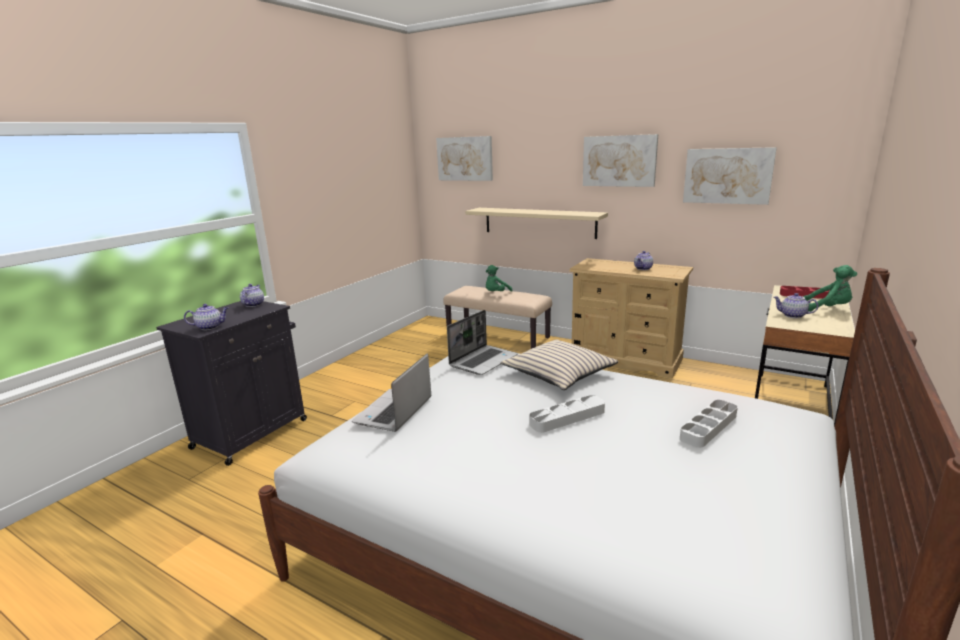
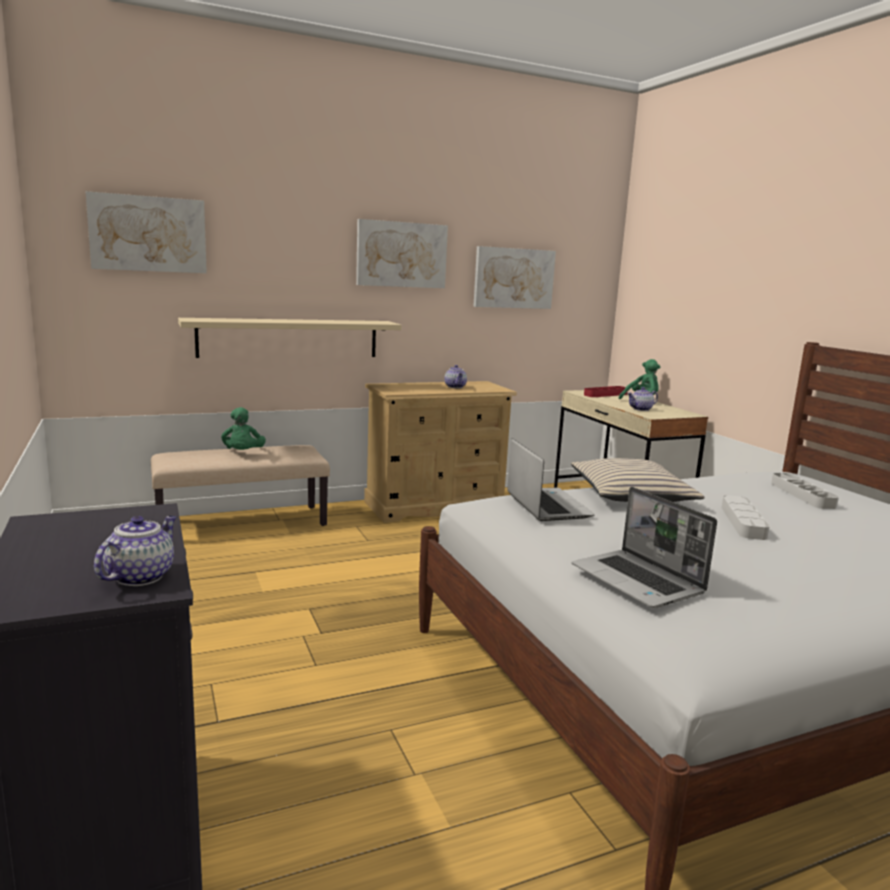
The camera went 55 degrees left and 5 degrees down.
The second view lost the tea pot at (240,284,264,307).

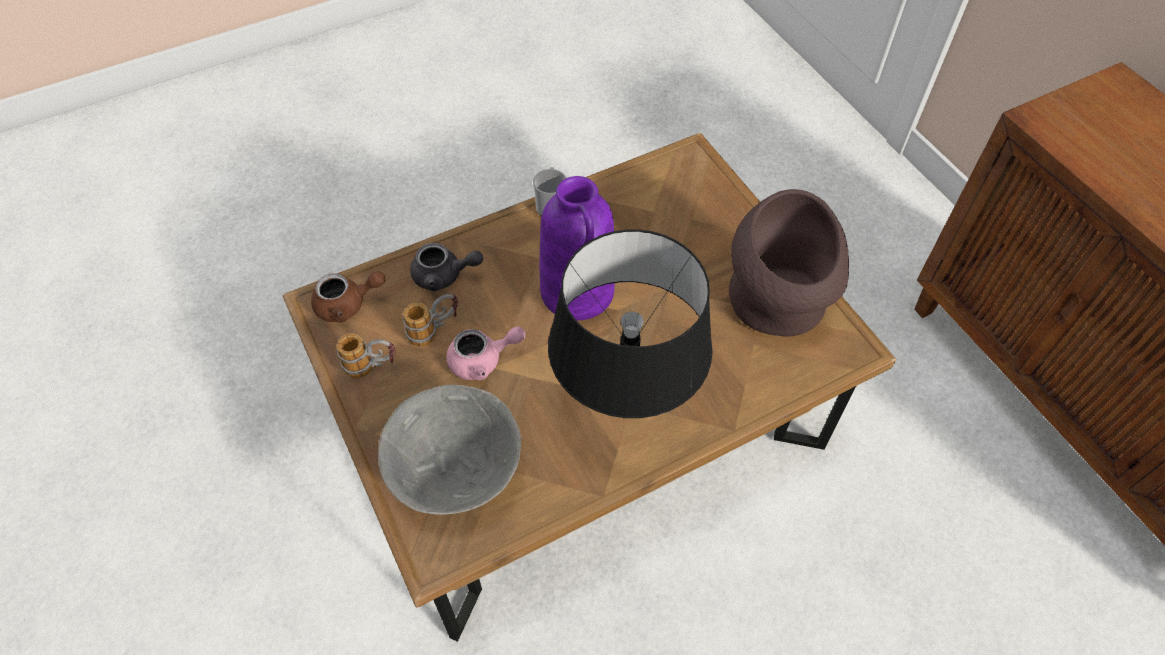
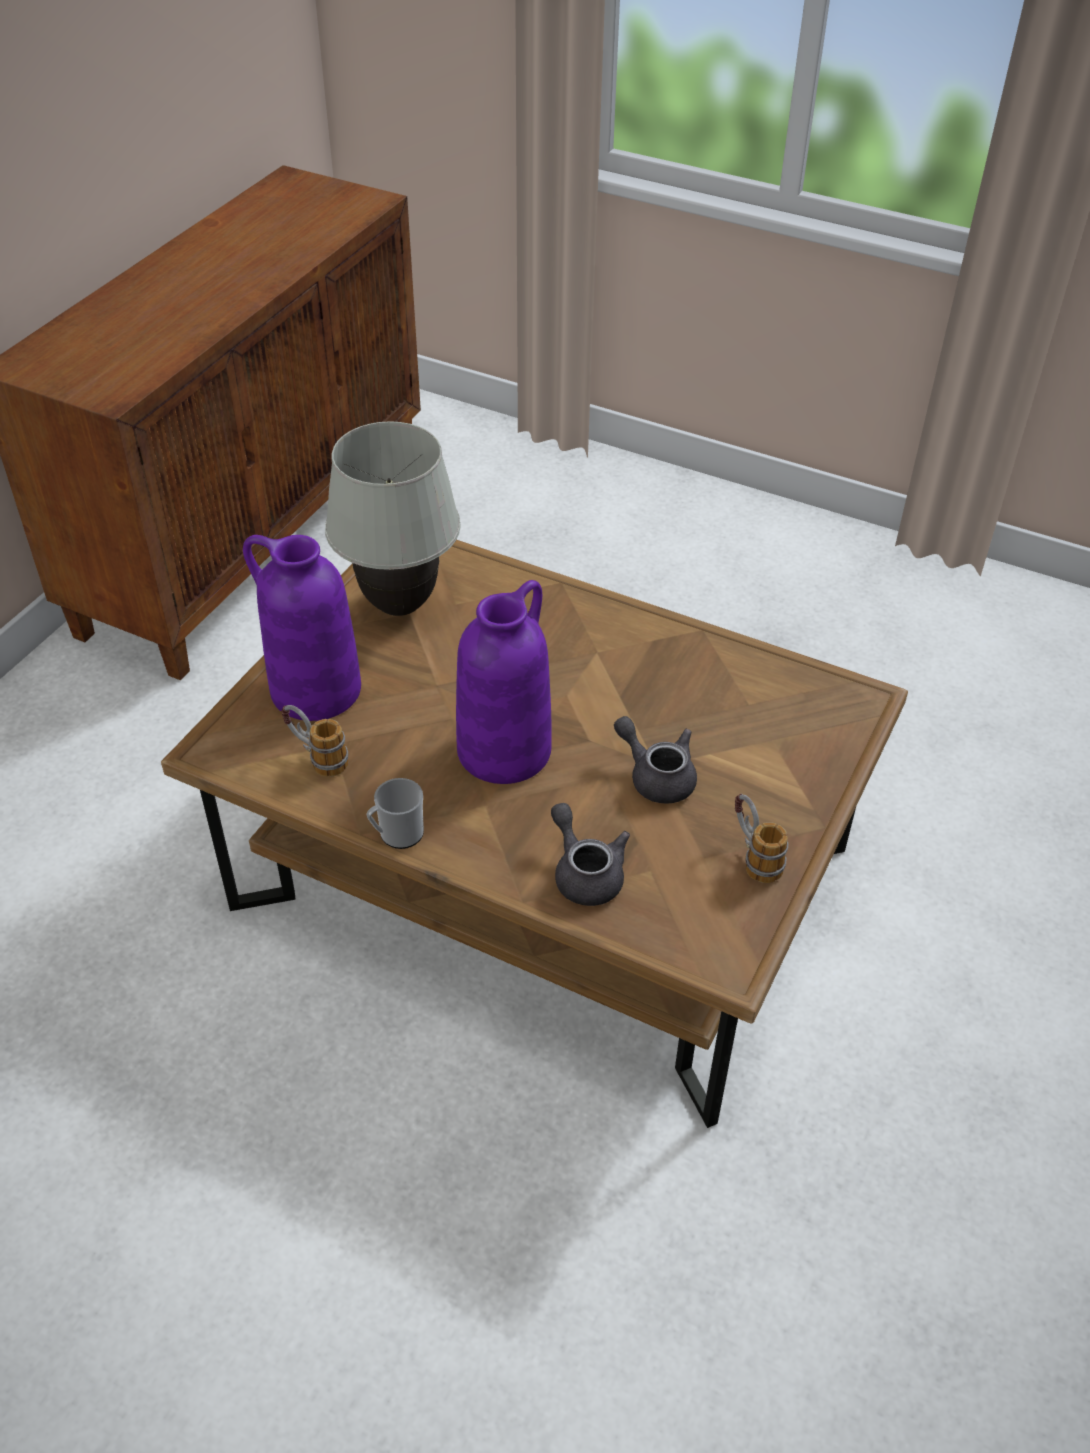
The camera went 125 degrees left and 10 degrees down.
The second view lost the tea pot (brown-coloured) at (311,271,386,322).
The second view lost the deep dish (greyish) at (378,385,521,515).
The second view lost the table lamp (black) at (548,229,713,419).
The second view gained the flower vase (purplish) at (243,535,361,721).
The coffee mug ended up elsewhere, having gone from (403,294,458,347) to (281,705,348,777).
Where the flower vase (brown-coloured) stood at (729,189,849,336), the table lamp (whitish) came to stand at (325,421,461,616).
What was the tea pot (pinkish) at (446,326,526,380) turned into the tea pot (greyish) at (614,716,697,804).

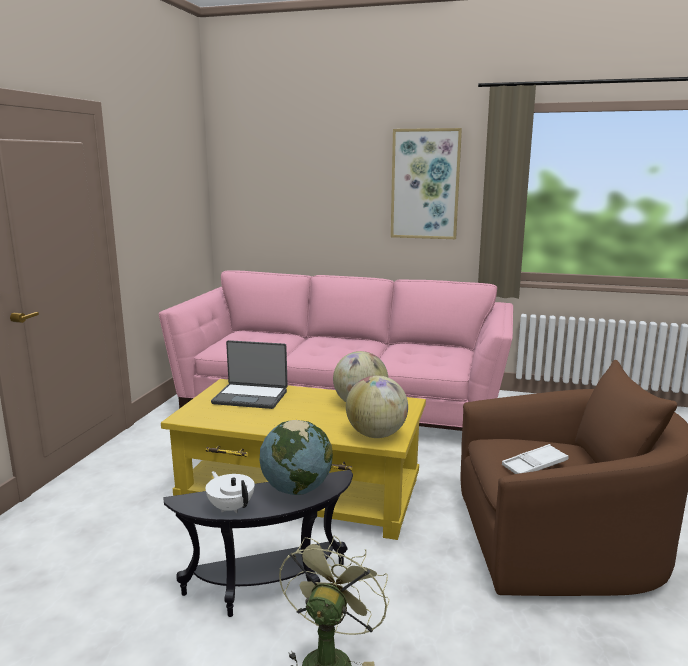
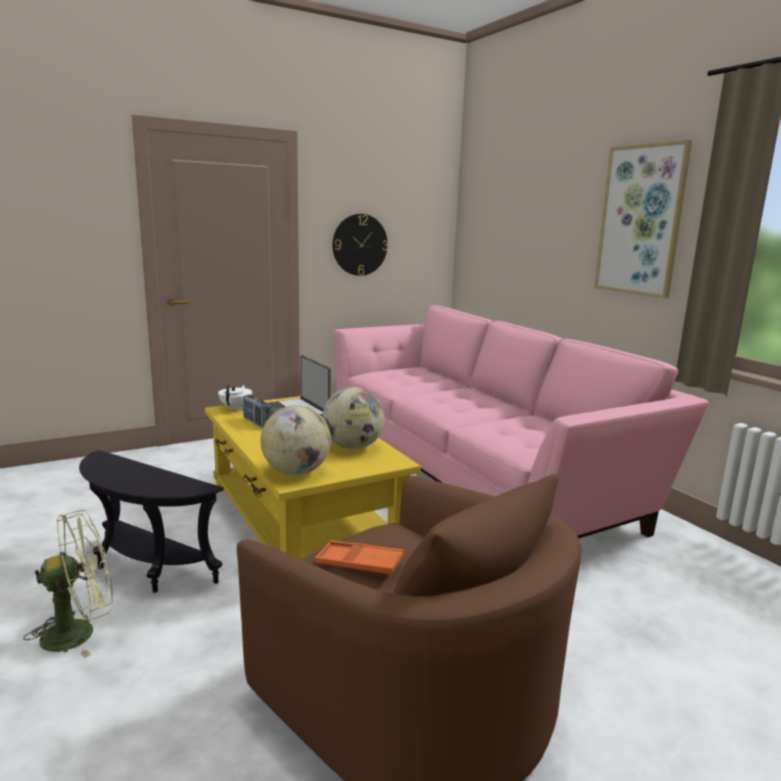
The camera went 45 degrees right and 0 degrees up.
The second view lost the globe at (259,420,333,495).
The second view gained the radio receiver at (243,395,272,428).
The second view gained the clock on the wall at (332,214,388,276).
The tea pot (whitish) ended up elsewhere, having gone from (205,471,254,513) to (218,385,252,411).
What was the serving tray (whitish) at (502,444,569,474) turned into the serving tray (orange) at (315,540,404,574).

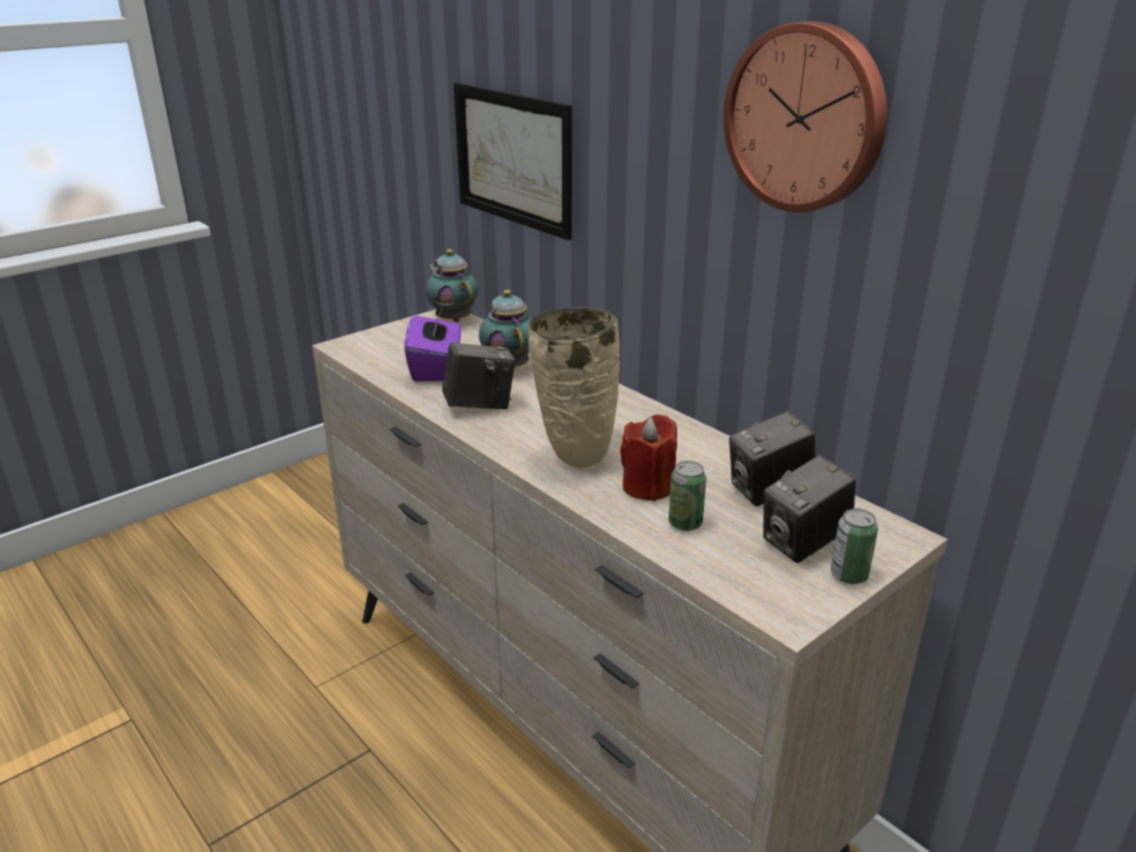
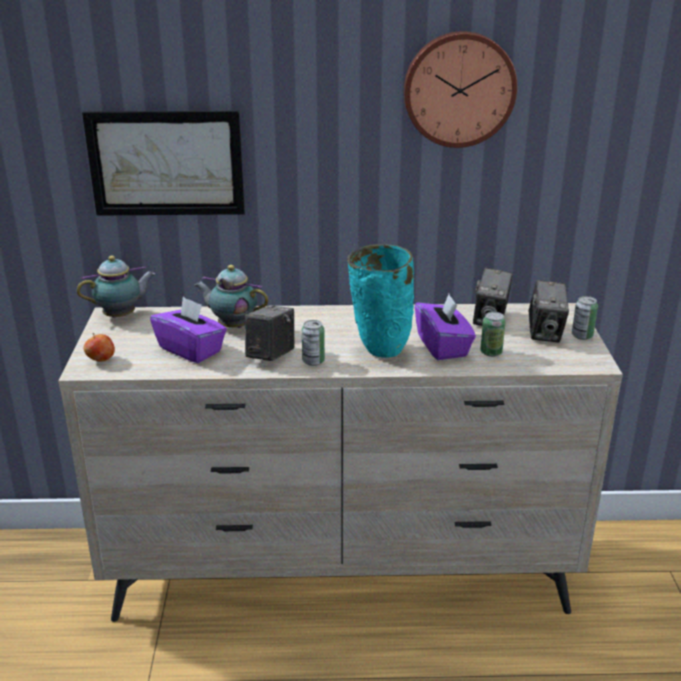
The camera went 50 degrees left and 0 degrees up.
The second view gained the apple at (84,333,115,362).
The second view gained the metal can at (302,320,325,366).
Where the wax light (red-coloured) stood at (620,414,677,501), the tissue holder (purplish) came to stand at (415,294,476,360).
What was the flower vase (beige) at (528,306,620,467) turned into the flower vase (turquoise-coloured) at (347,244,414,358).
The tea pot at (425,249,478,322) ended up facing another way, 150 degrees clockwise from before.

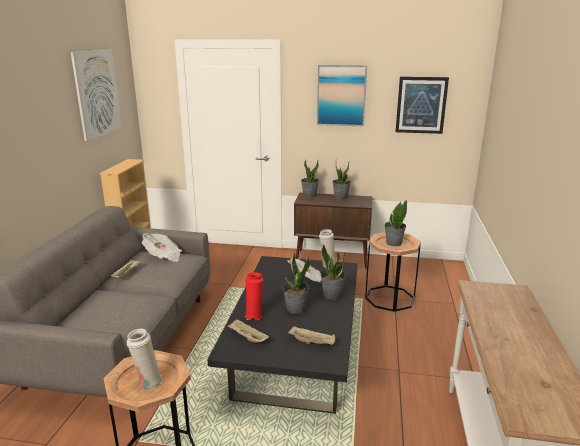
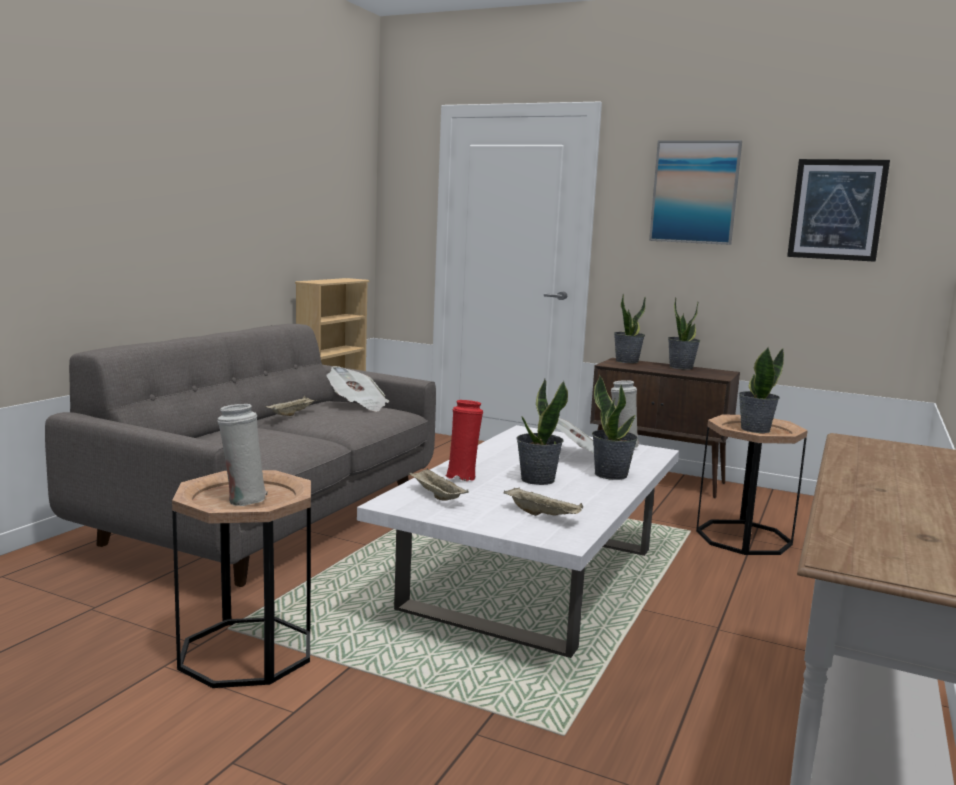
The camera went 15 degrees right and 10 degrees down.
The second view lost the wall art at (71,50,122,141).
What was the low table (black) at (207,256,358,414) turned into the low table (whitish) at (357,425,679,658).

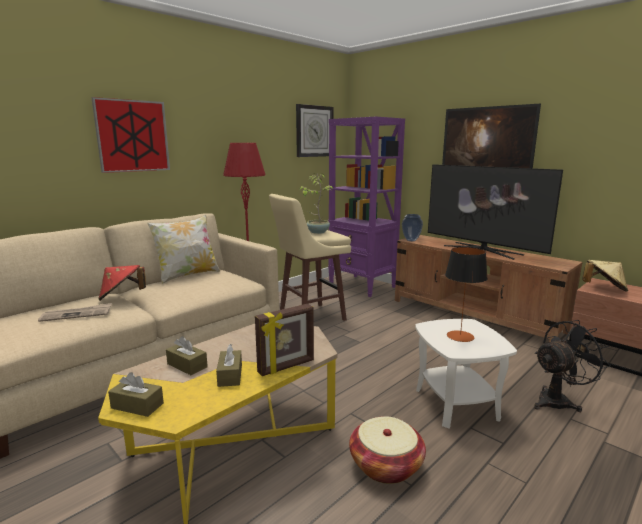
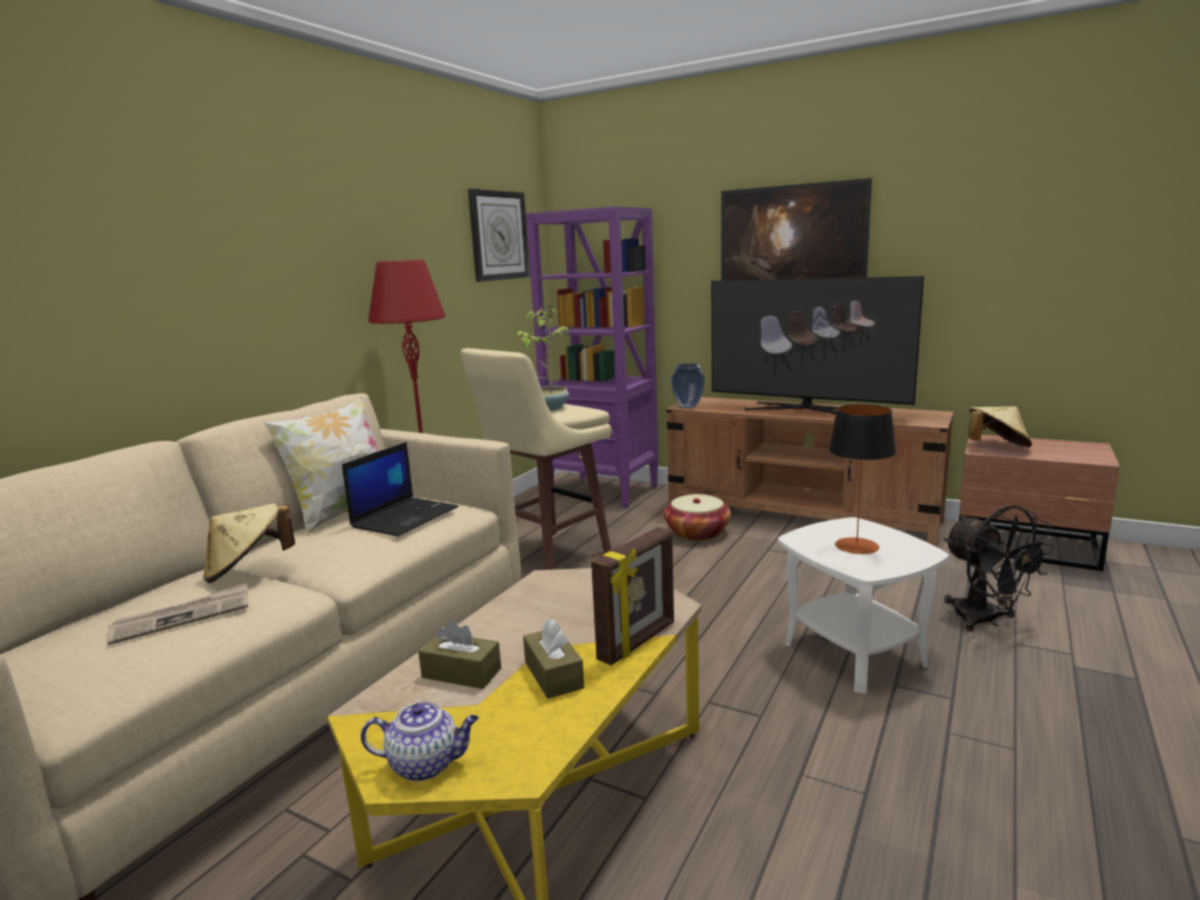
The camera went 15 degrees left and 0 degrees up.
The second view lost the wall art at (91,97,170,173).
The second view gained the portable computer at (342,442,459,536).
The storage basket ended up elsewhere, having gone from (349,416,426,484) to (664,494,731,541).
Where the tissue holder (brown-coloured) stood at (108,372,164,417), the tea pot came to stand at (361,702,479,781).
What was the wearable hat (red-coloured) at (98,265,146,301) turned into the wearable hat (beige) at (203,503,295,583).
The cooling fan (black) at (534,320,611,412) ended up facing another way, 105 degrees clockwise from before.

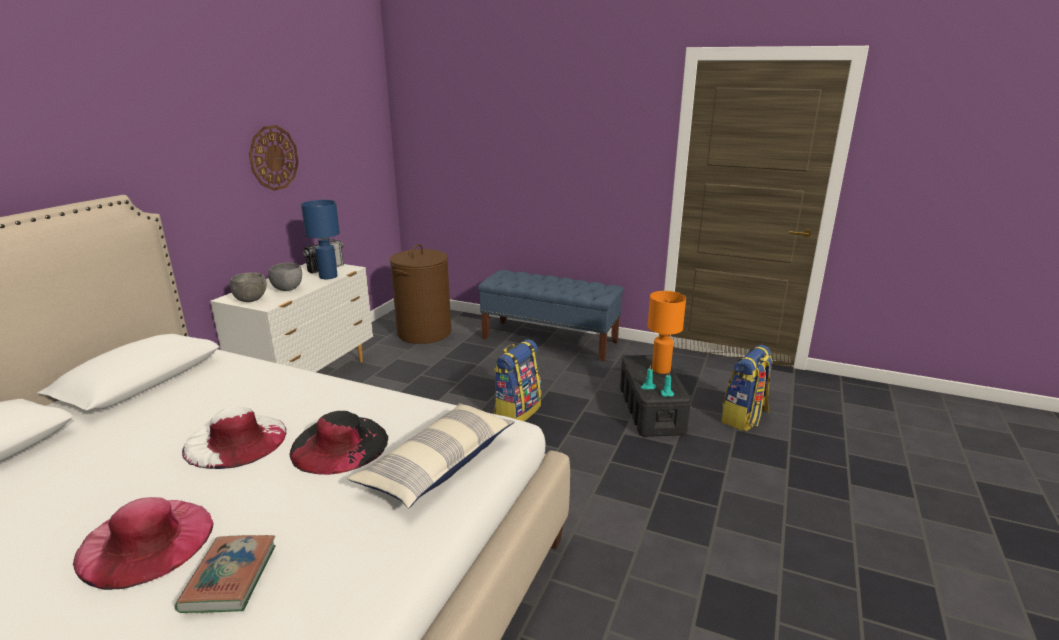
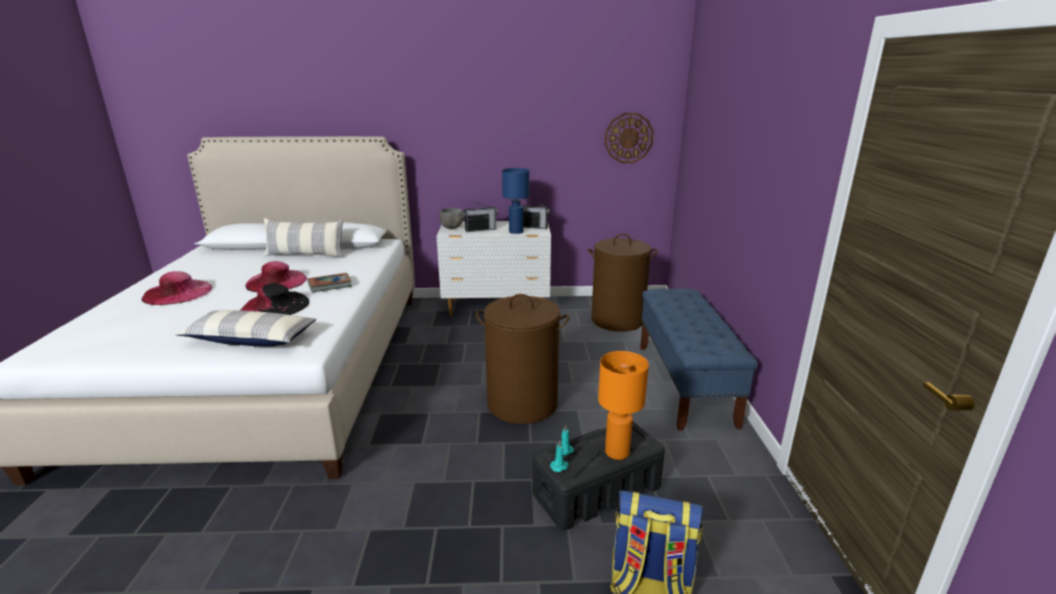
The camera went 65 degrees right and 0 degrees up.
The second view gained the cushion at (264,218,343,258).
The bound book ended up elsewhere, having gone from (175,535,276,613) to (307,273,352,292).
The clock on the wall ended up elsewhere, having gone from (249,125,299,191) to (605,113,654,163).
Where the deep dish (greyish) stood at (268,263,302,291), the radio receiver came to stand at (462,201,498,232).
Where the backpack stood at (493,339,542,421), the laundry basket (brown-coloured) came to stand at (476,294,570,424).
What was the wearable hat (whitish) at (182,406,286,469) turned into the wearable hat (pinkish) at (245,261,307,292).

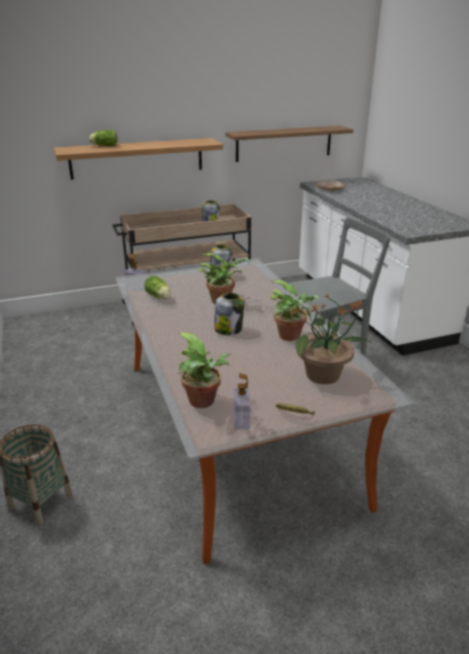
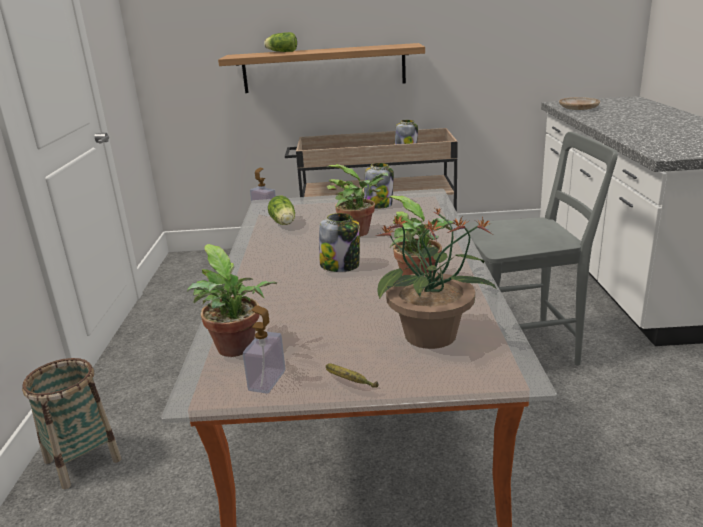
The camera went 20 degrees right and 5 degrees down.
The second view lost the shelf at (226,126,353,162).

